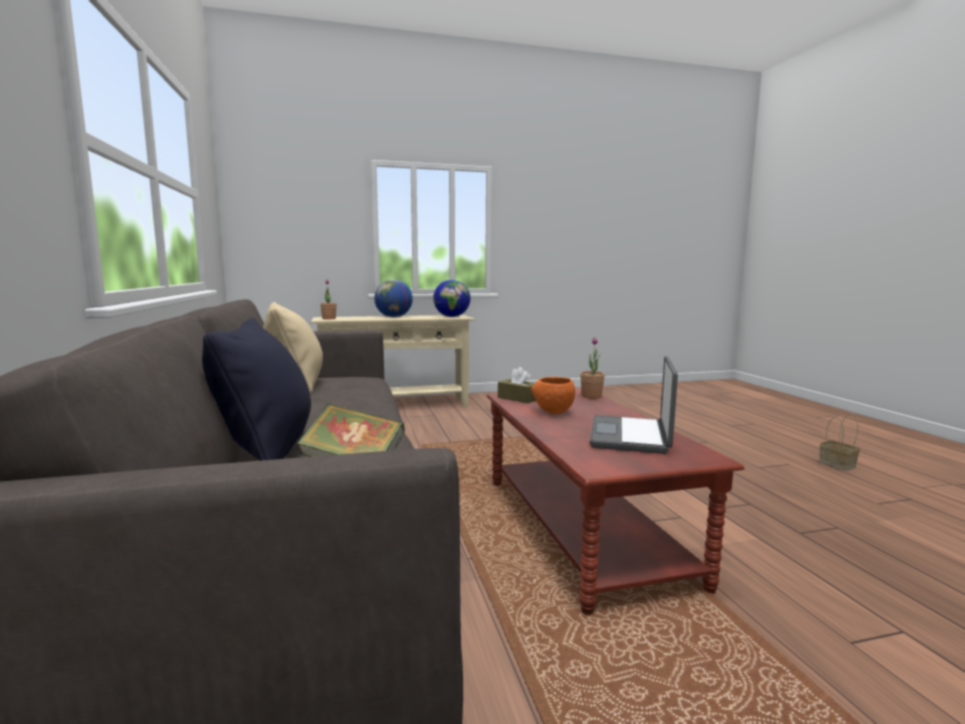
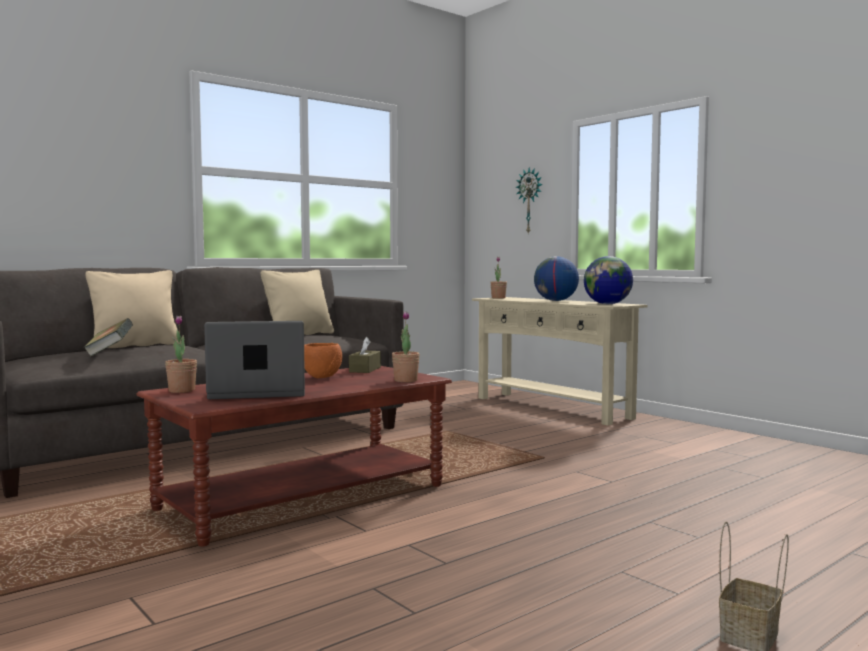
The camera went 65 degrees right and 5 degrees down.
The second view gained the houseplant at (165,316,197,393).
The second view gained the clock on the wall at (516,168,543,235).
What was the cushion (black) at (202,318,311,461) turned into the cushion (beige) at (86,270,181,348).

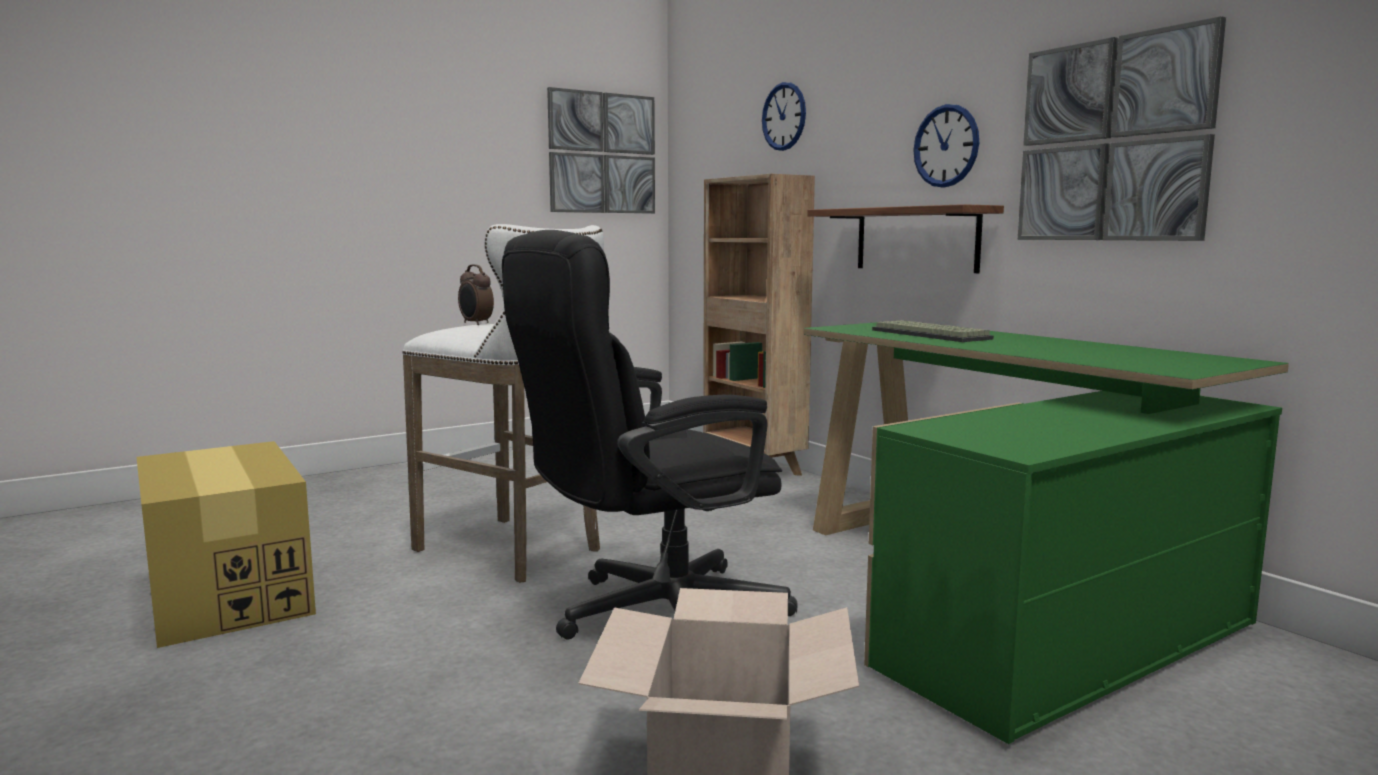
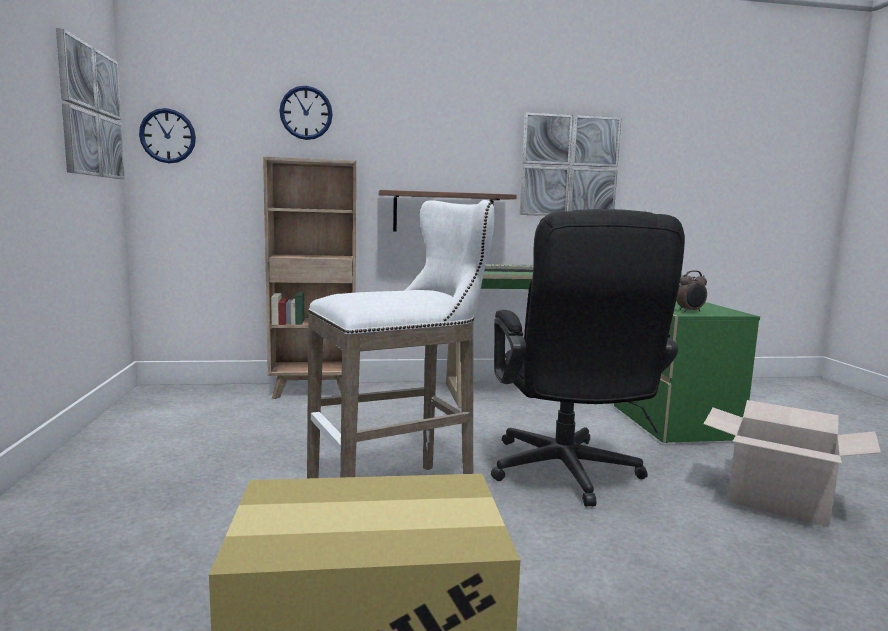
The camera went 65 degrees left and 0 degrees up.
The table clock ended up elsewhere, having gone from (458,264,494,325) to (676,270,707,312).
The clock on the wall ended up elsewhere, having gone from (913,104,979,188) to (139,108,196,163).

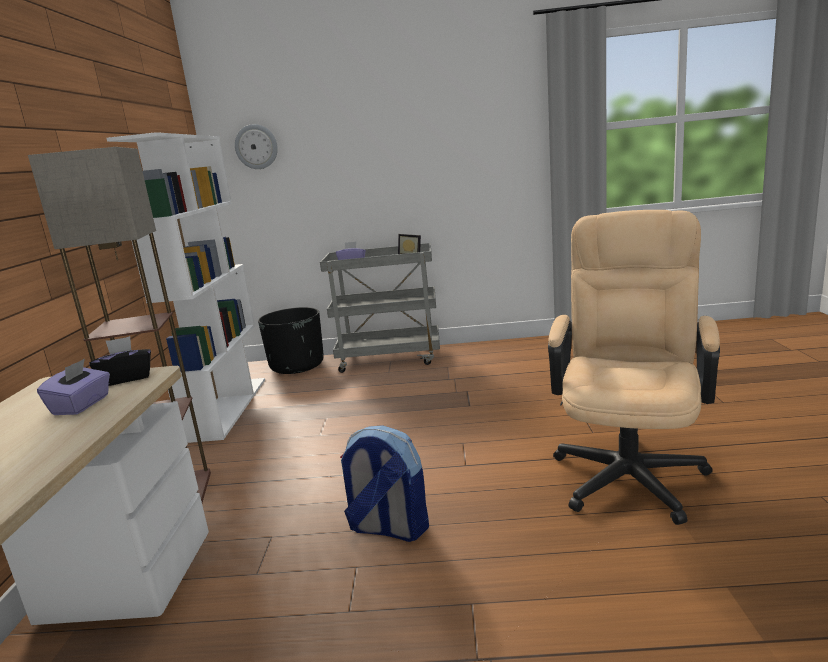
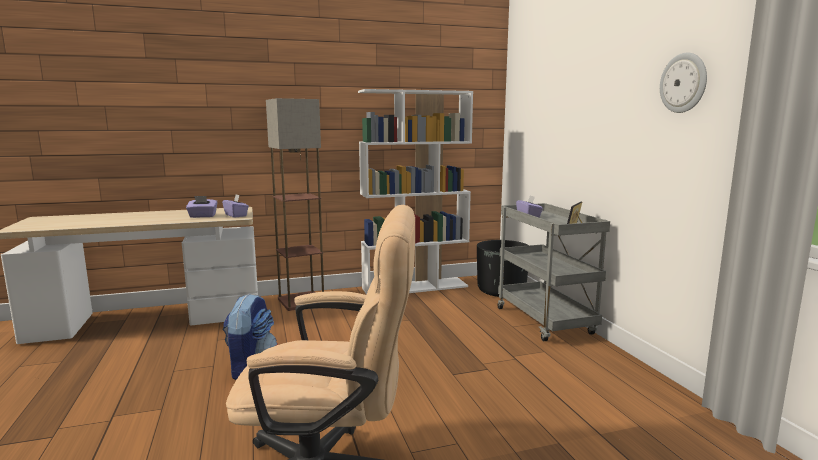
The camera went 70 degrees right and 5 degrees down.
The clock on the wall ended up elsewhere, having gone from (235,124,278,169) to (660,53,707,113).
What was the tissue holder (black) at (89,336,151,386) turned into the tissue holder (purplish) at (222,195,249,218).

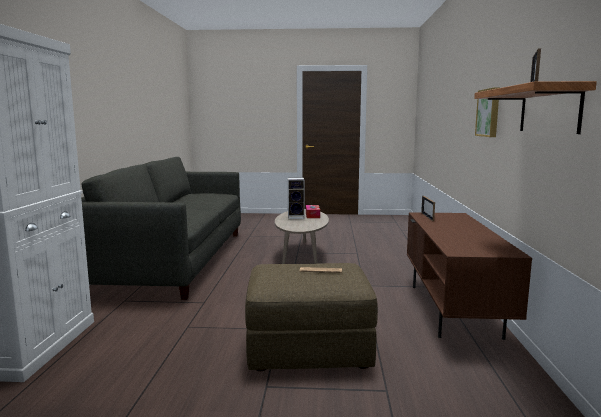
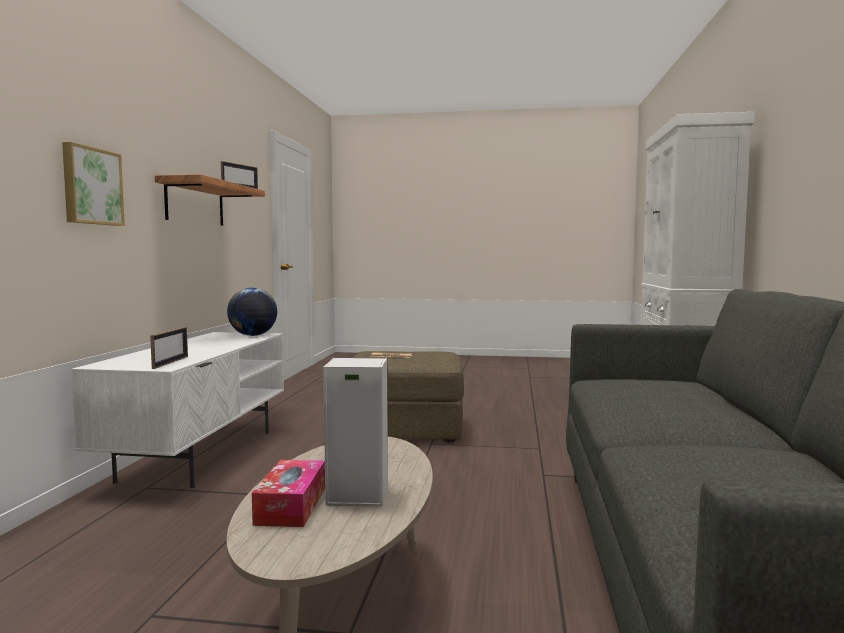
The camera went 175 degrees left and 5 degrees down.
The second view gained the globe at (227,288,277,336).
What was the media console (brown-coloured) at (407,212,532,340) turned into the media console (whitish) at (71,332,284,488).

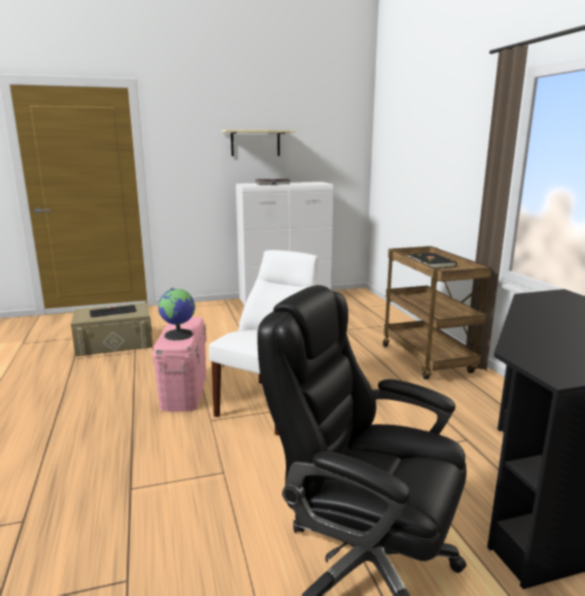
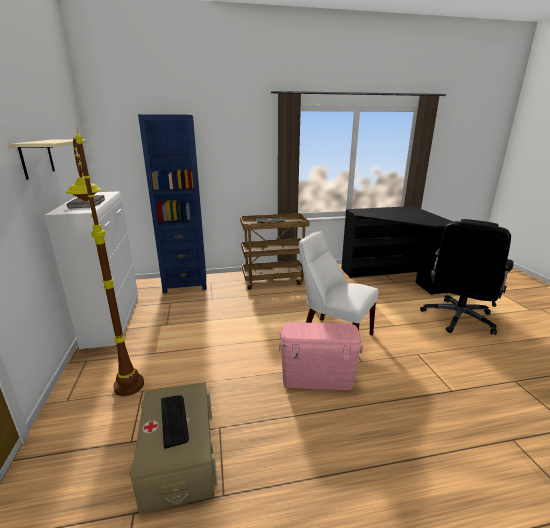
The camera went 85 degrees left and 5 degrees up.
The second view lost the globe at (158,288,195,340).
The second view gained the floor lamp (brown-coloured) at (66,127,144,396).
The second view gained the shelving unit (blue) at (138,114,207,293).

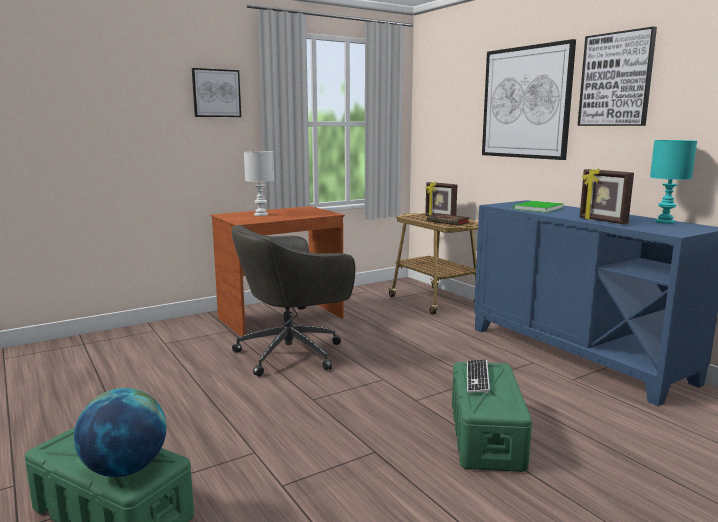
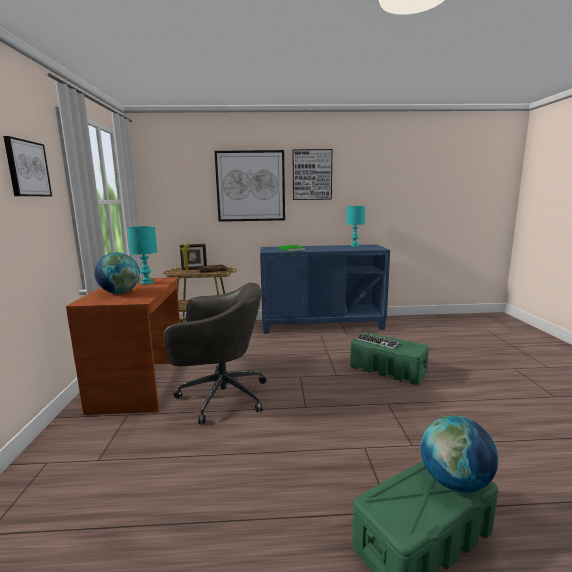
The camera went 60 degrees left and 0 degrees up.
The second view lost the picture frame at (580,168,634,224).
The second view gained the table lamp (turquoise-coloured) at (127,226,157,284).
Where the table lamp (whitish) stood at (244,151,274,216), the globe came to stand at (94,252,140,294).
The desk chair (greyish) at (232,225,355,376) ended up facing another way, 90 degrees counterclockwise from before.

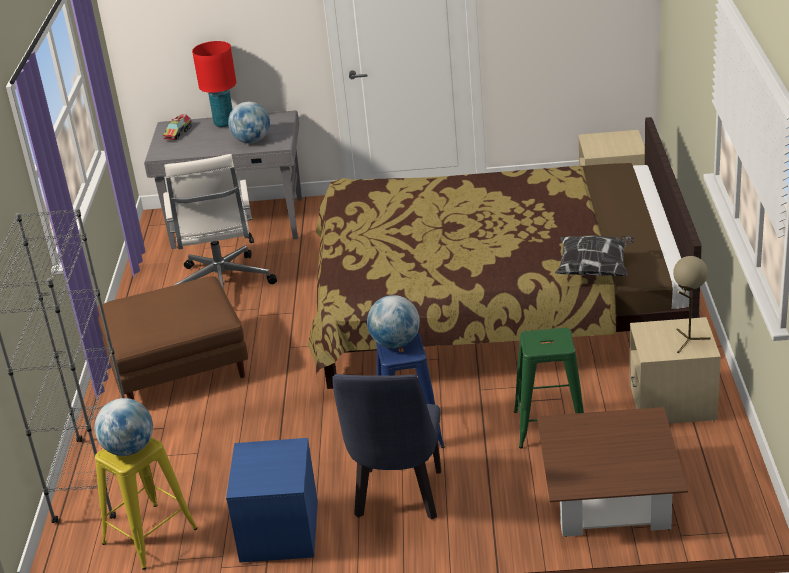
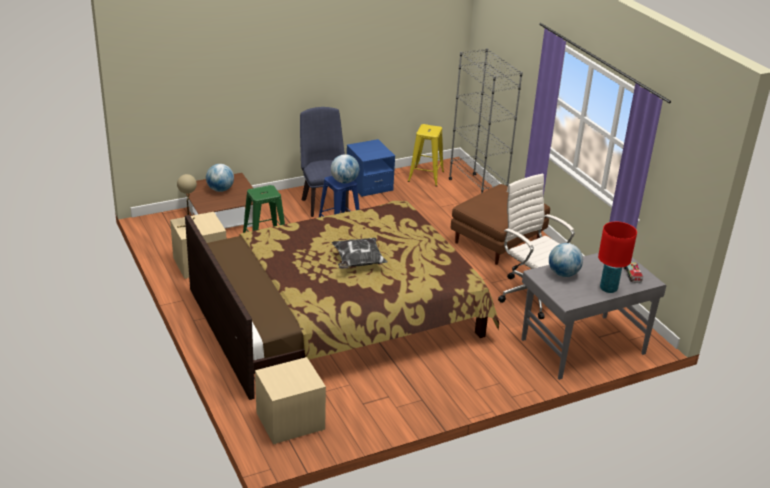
The camera went 150 degrees right and 0 degrees up.
The globe ended up elsewhere, having gone from (95,398,153,456) to (206,164,234,192).
The cushion ended up elsewhere, having gone from (555,235,634,276) to (332,238,388,269).

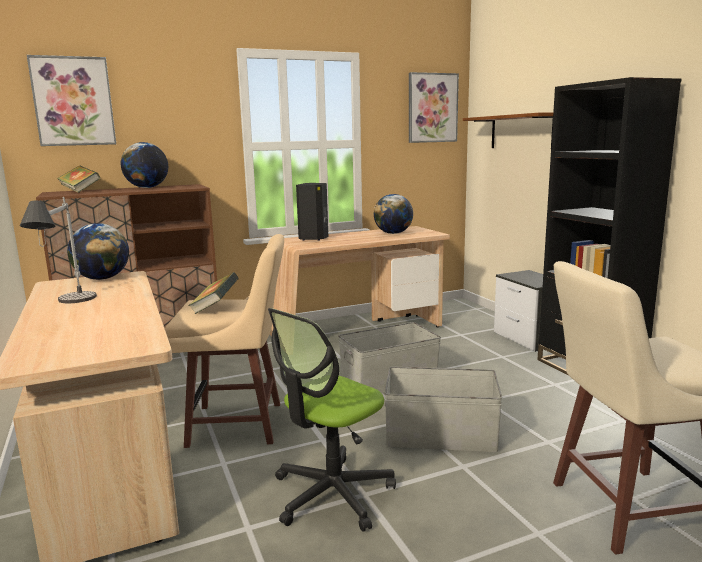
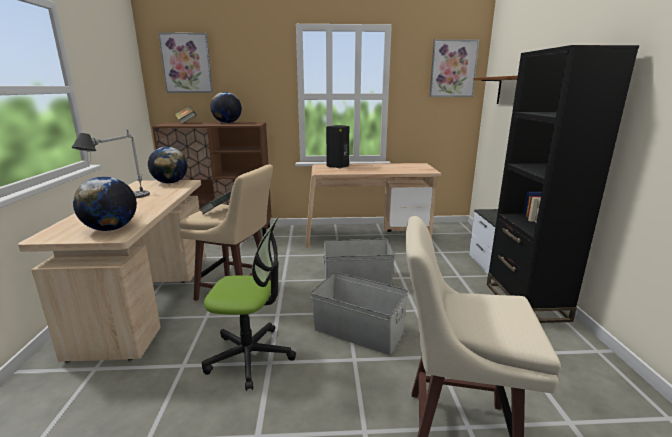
The camera went 20 degrees right and 5 degrees up.
The globe ended up elsewhere, having gone from (374,194,413,234) to (73,176,137,231).
The desk chair at (268,308,396,532) ended up facing another way, 150 degrees counterclockwise from before.

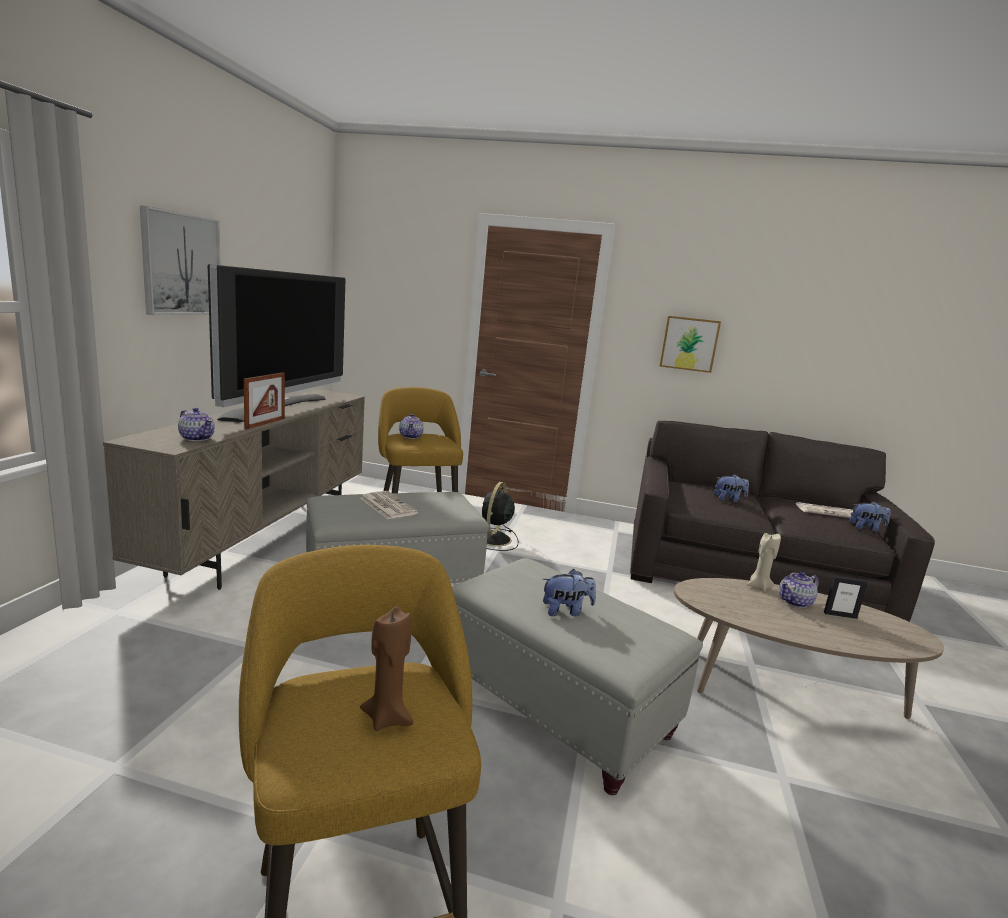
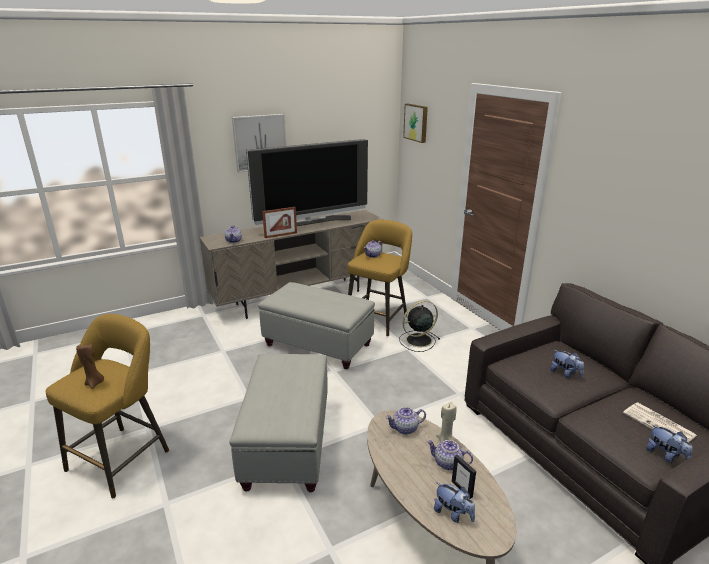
The camera went 50 degrees right and 10 degrees up.
The second view lost the daily paper at (360,491,418,519).
The second view gained the tea pot at (385,407,426,435).
The cuddly toy ended up elsewhere, having gone from (543,569,596,616) to (434,483,475,523).
The wall art ended up elsewhere, having gone from (660,316,721,373) to (403,104,428,143).

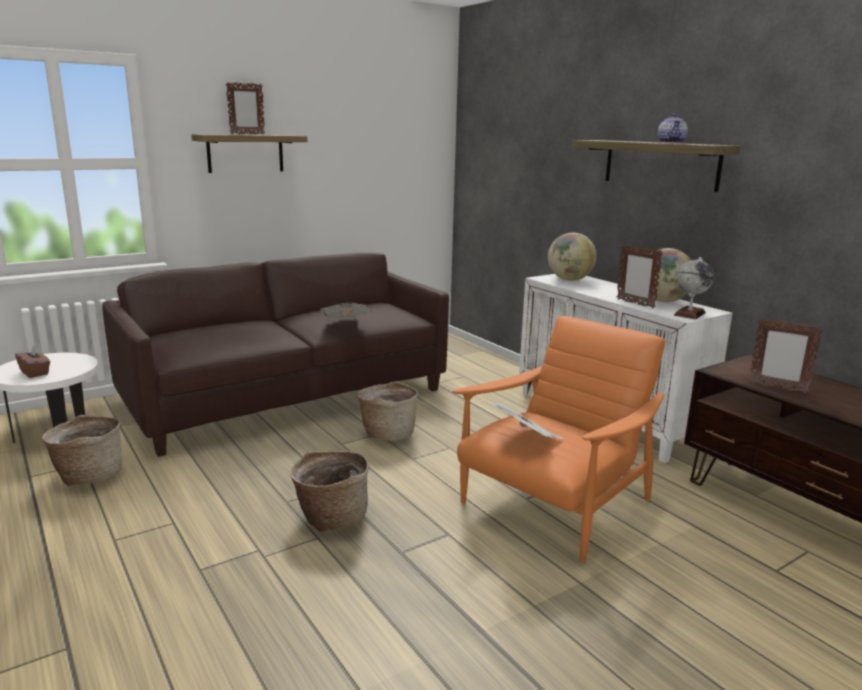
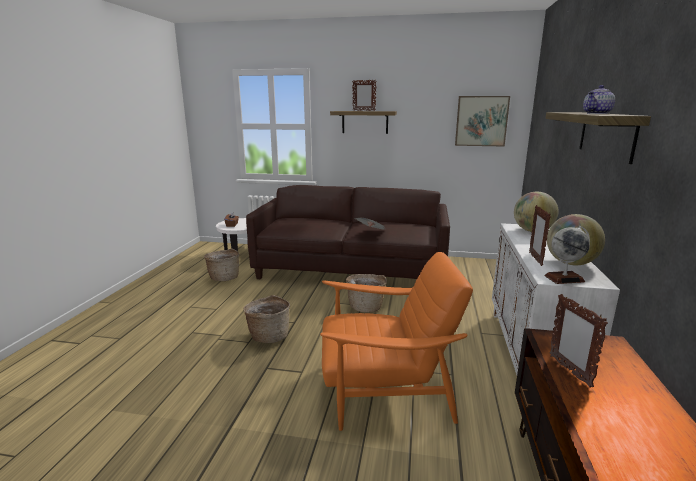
The camera went 45 degrees right and 0 degrees up.
The second view lost the daily paper at (492,402,564,439).
The second view gained the wall art at (455,96,510,147).

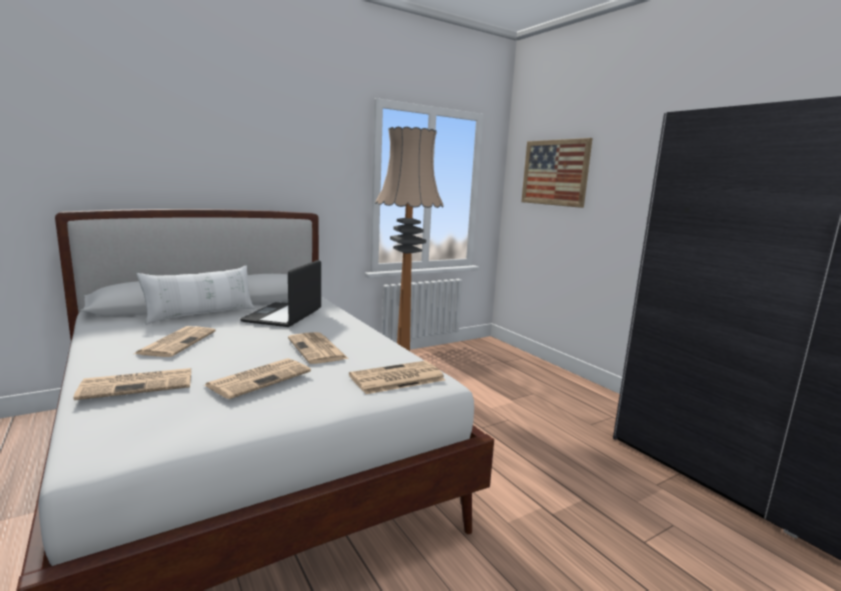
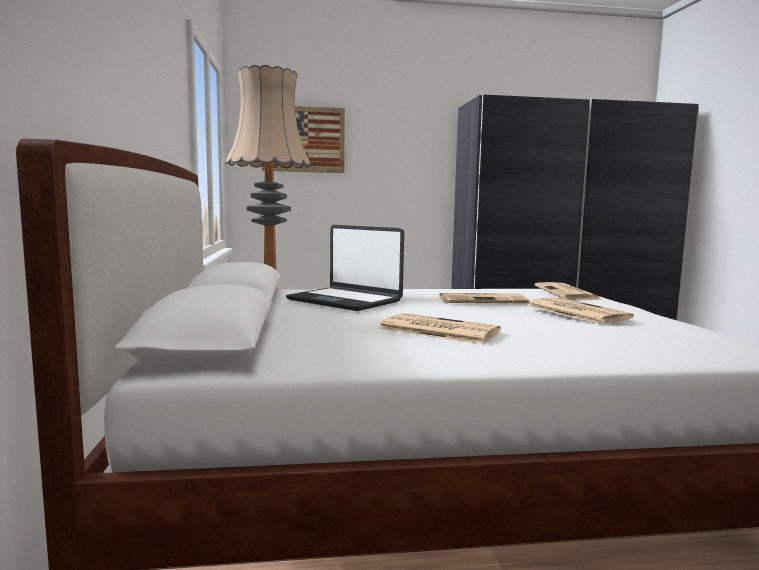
The camera went 65 degrees left and 5 degrees down.
The second view lost the daily paper at (73,368,191,400).
The second view lost the cushion (whitish) at (137,265,255,325).

